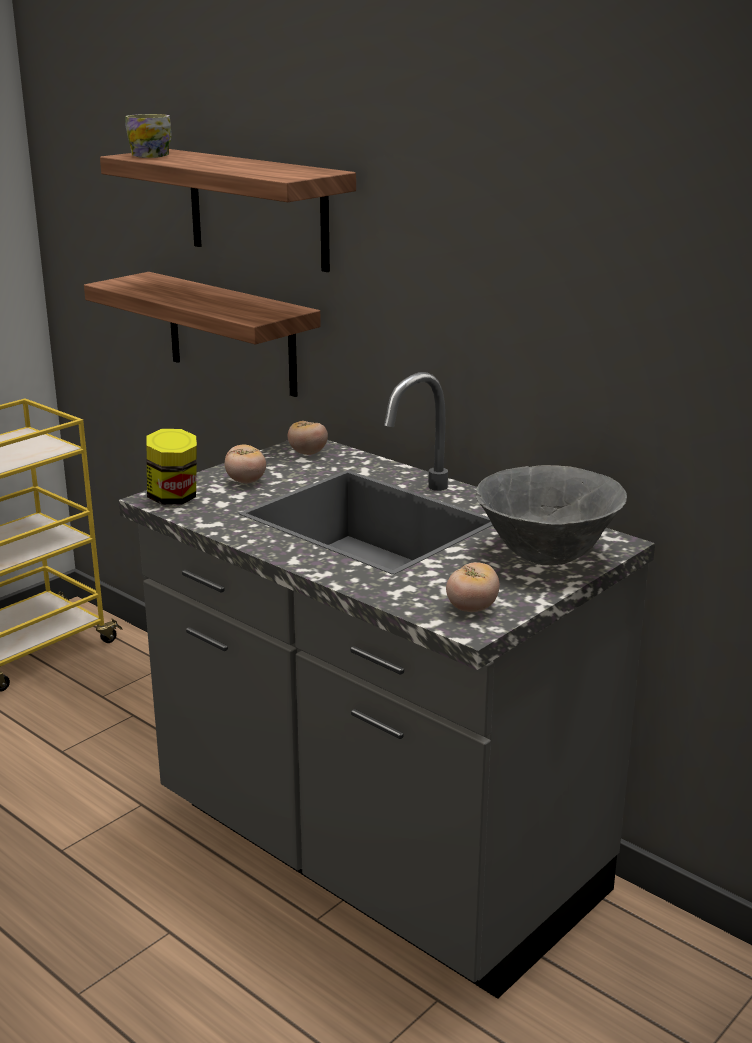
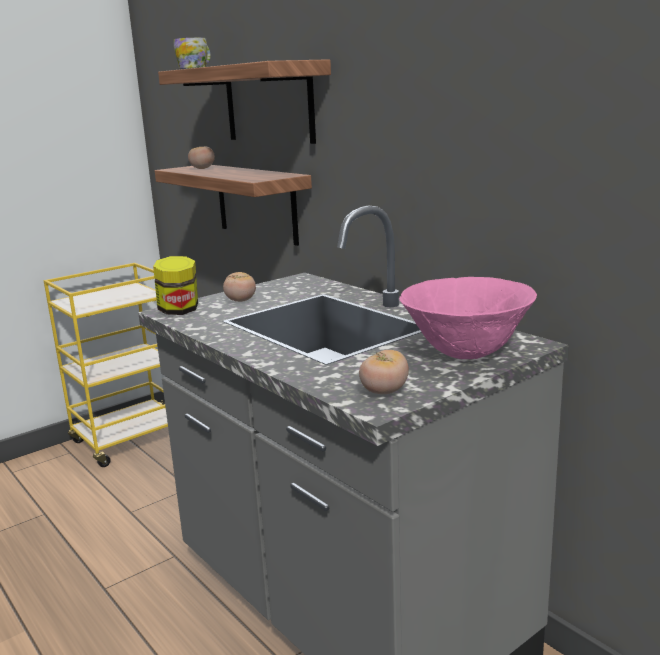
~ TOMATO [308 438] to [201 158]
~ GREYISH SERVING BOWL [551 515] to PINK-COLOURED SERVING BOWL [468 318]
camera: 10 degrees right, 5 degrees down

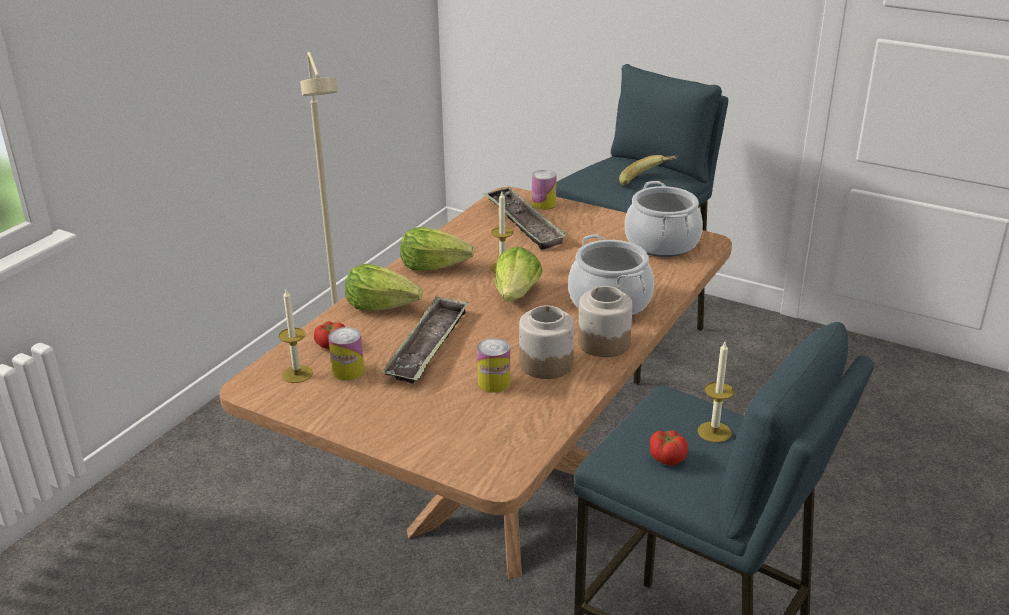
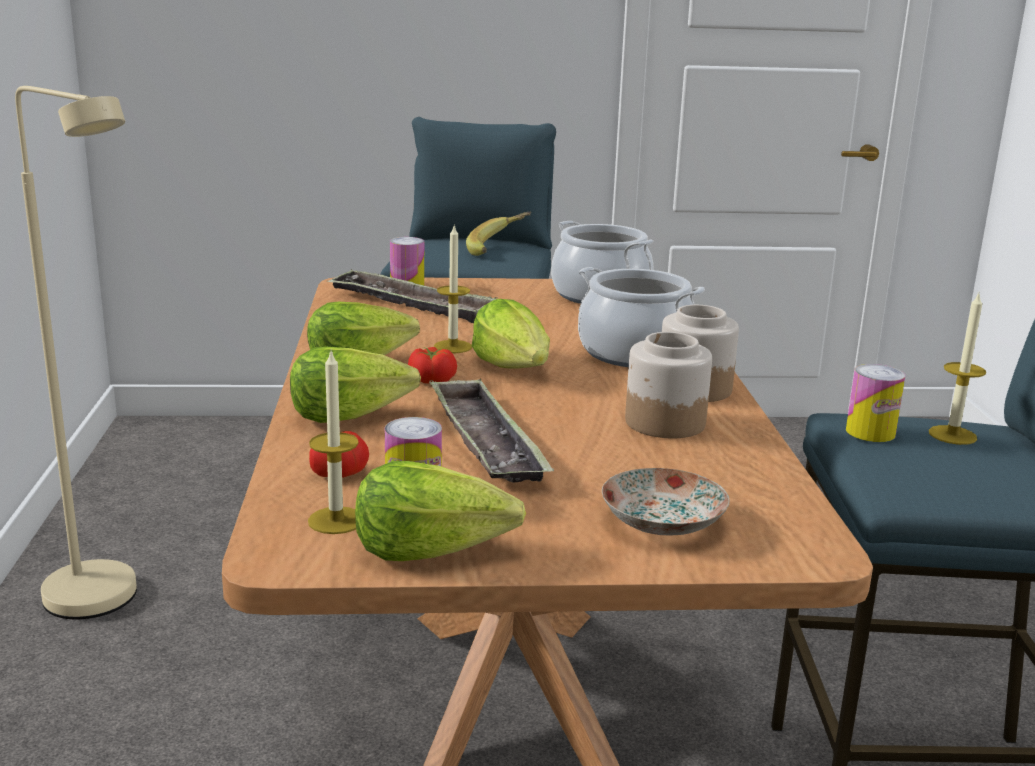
+ HEAD OF LETTUCE [440 511]
+ DINNER PLATE [666 501]
~ METAL CAN [493 365] to [875 403]
~ TOMATO [669 447] to [432 365]
camera: 35 degrees left, 10 degrees down

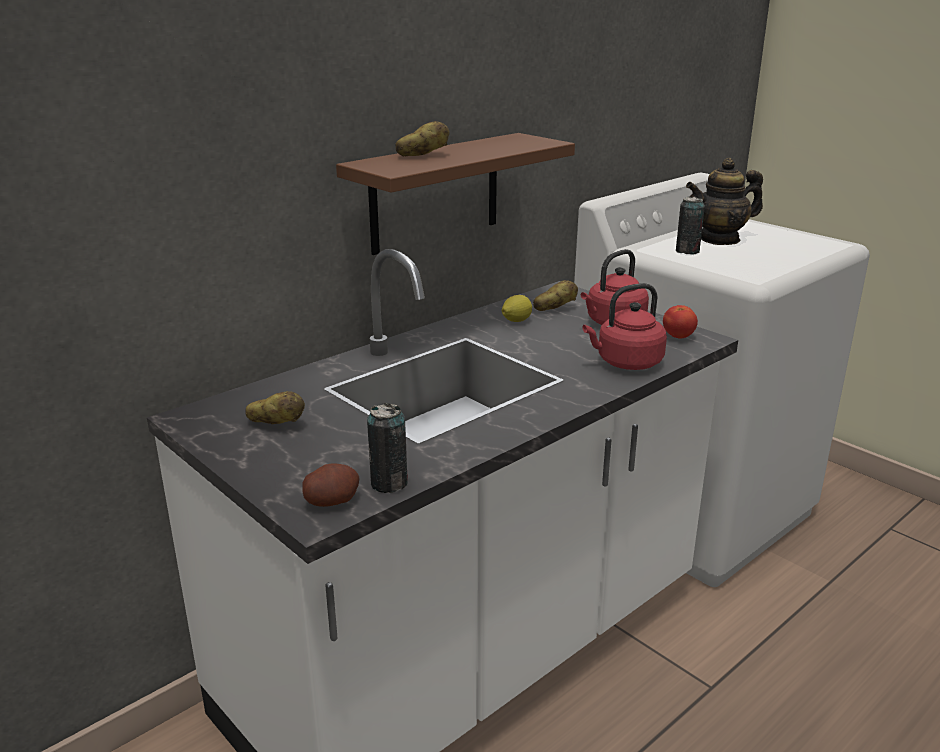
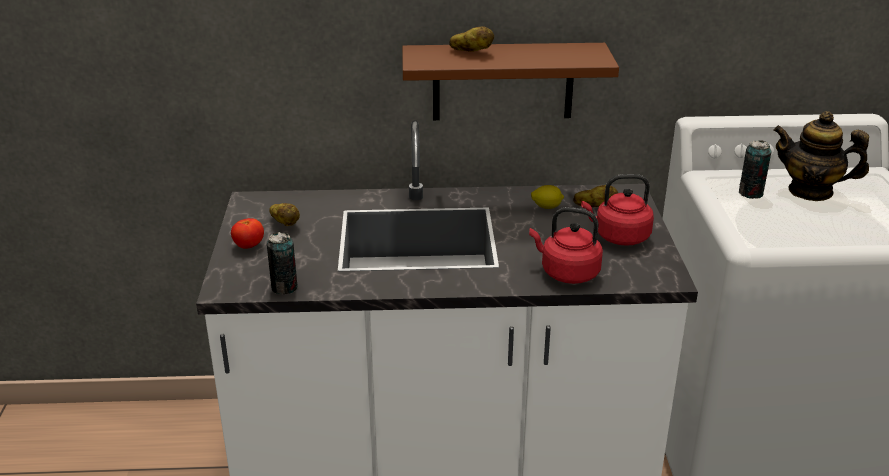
- POTATO [331 485]
~ TOMATO [680 322] to [247 233]
camera: 40 degrees right, 5 degrees up

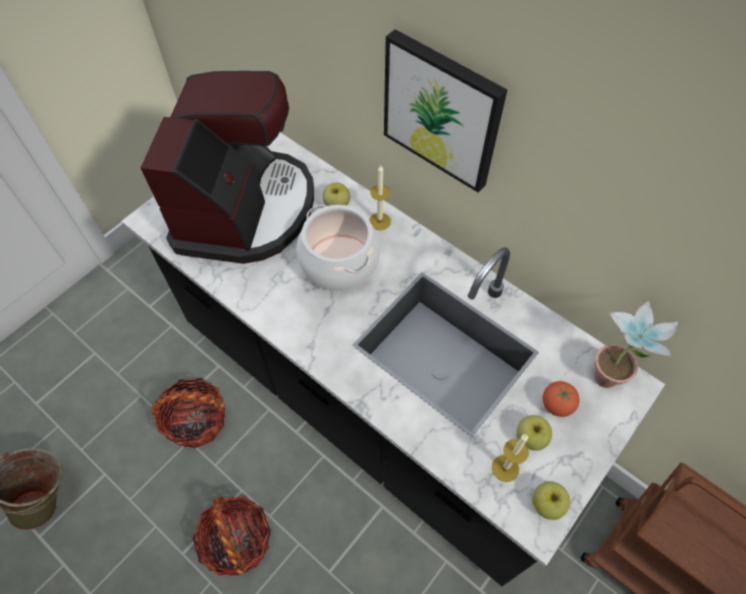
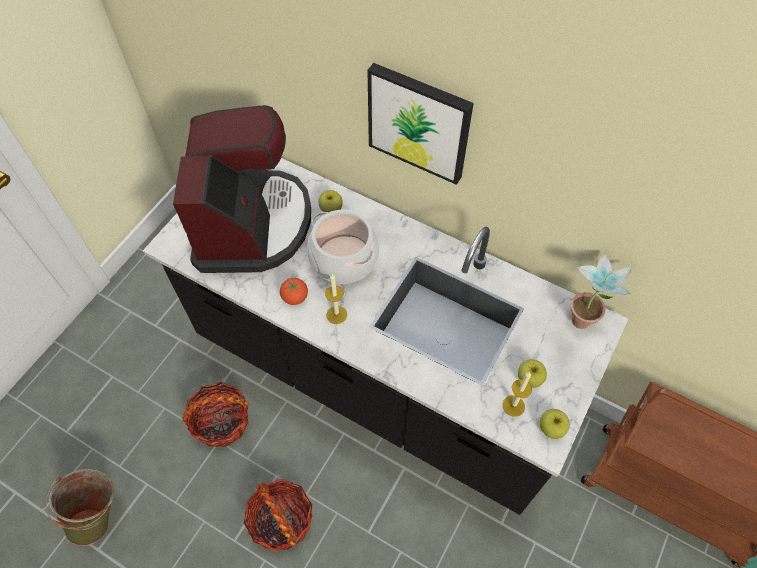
~ CANDLE [380 197] to [336 299]
~ TOMATO [561 399] to [294 291]
camera: 10 degrees left, 0 degrees up

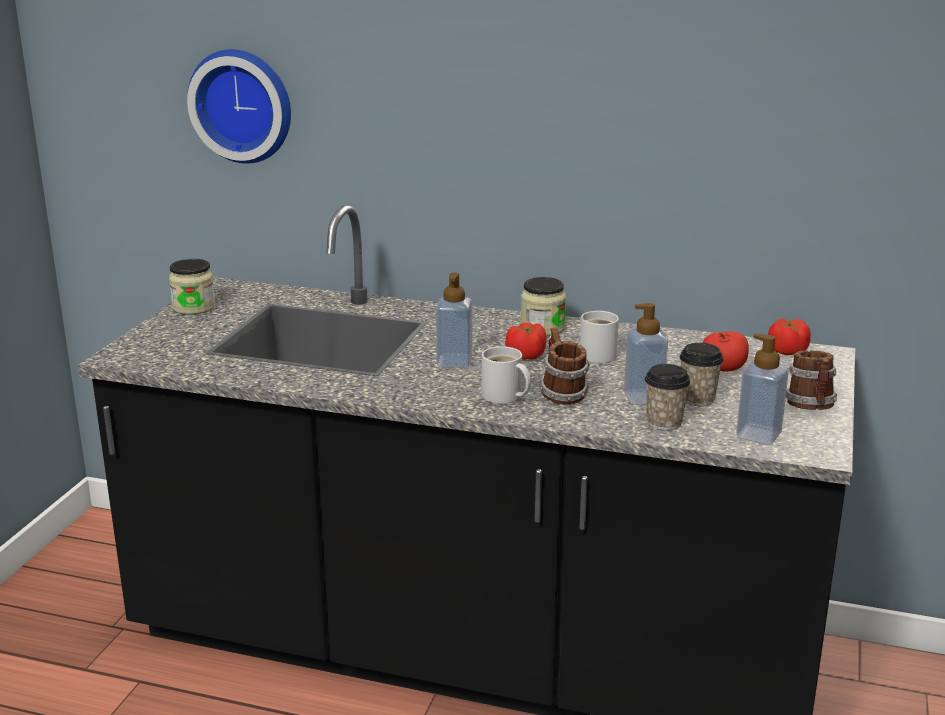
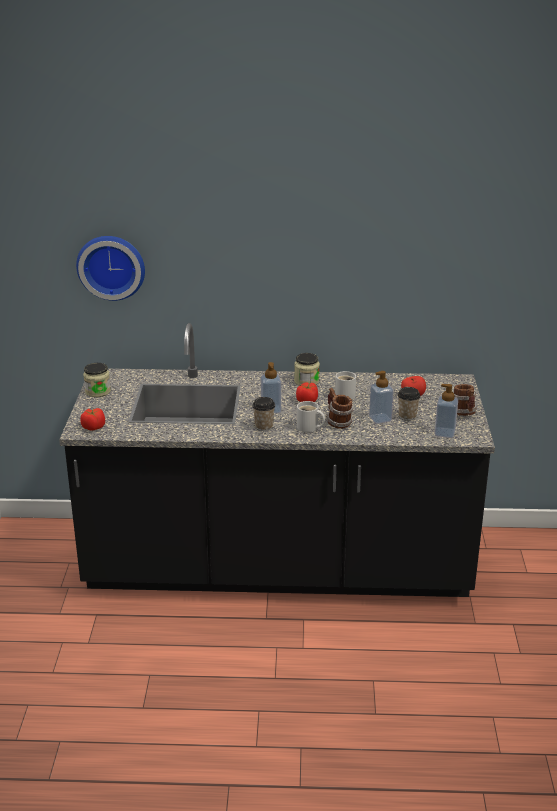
~ DRINKING CUP [667 397] to [263 414]
~ TOMATO [789 337] to [92 419]
camera: 15 degrees left, 5 degrees up

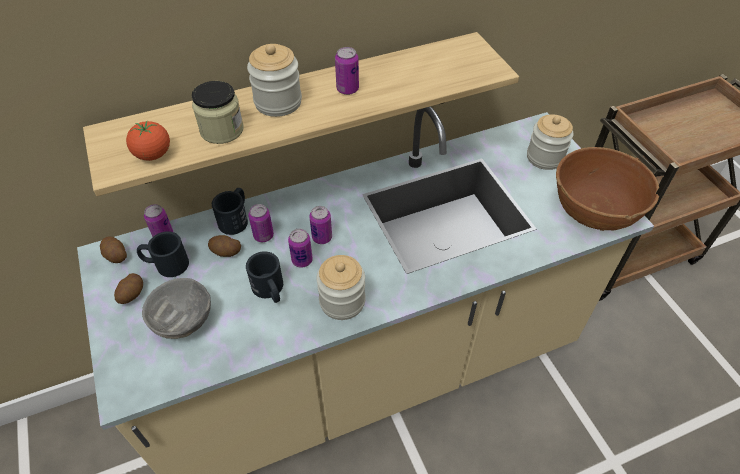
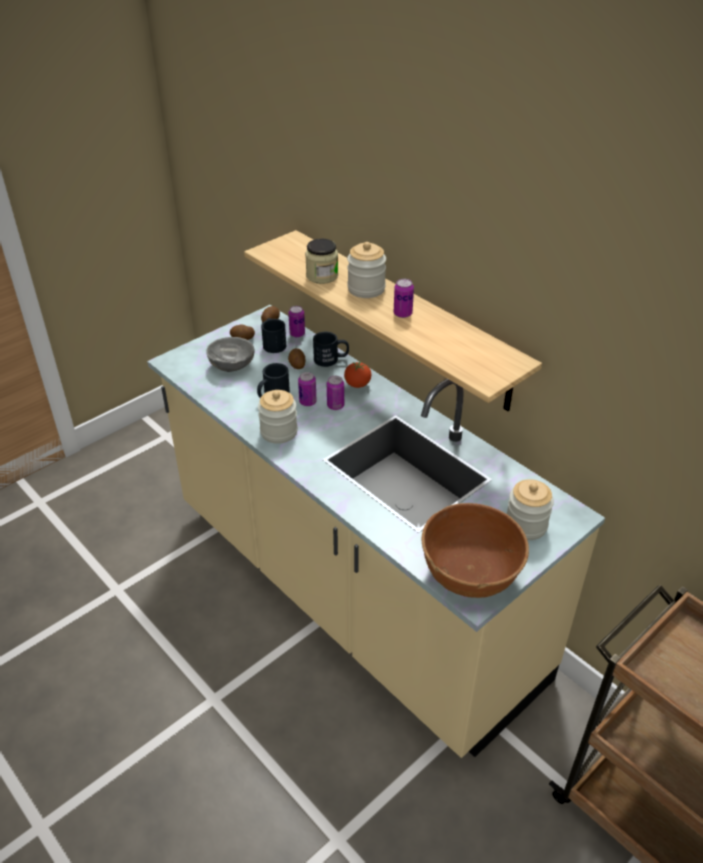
- METAL CAN [261 223]
~ TOMATO [148 141] to [357 375]
camera: 70 degrees right, 10 degrees down

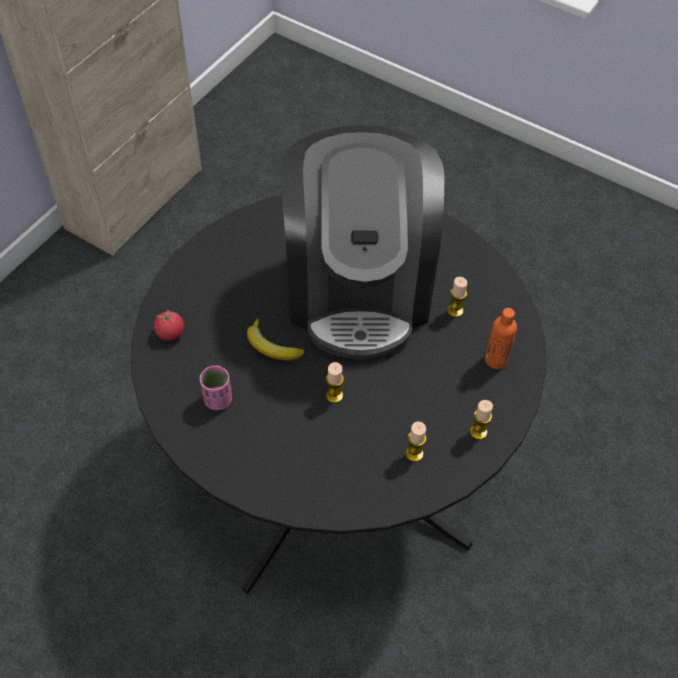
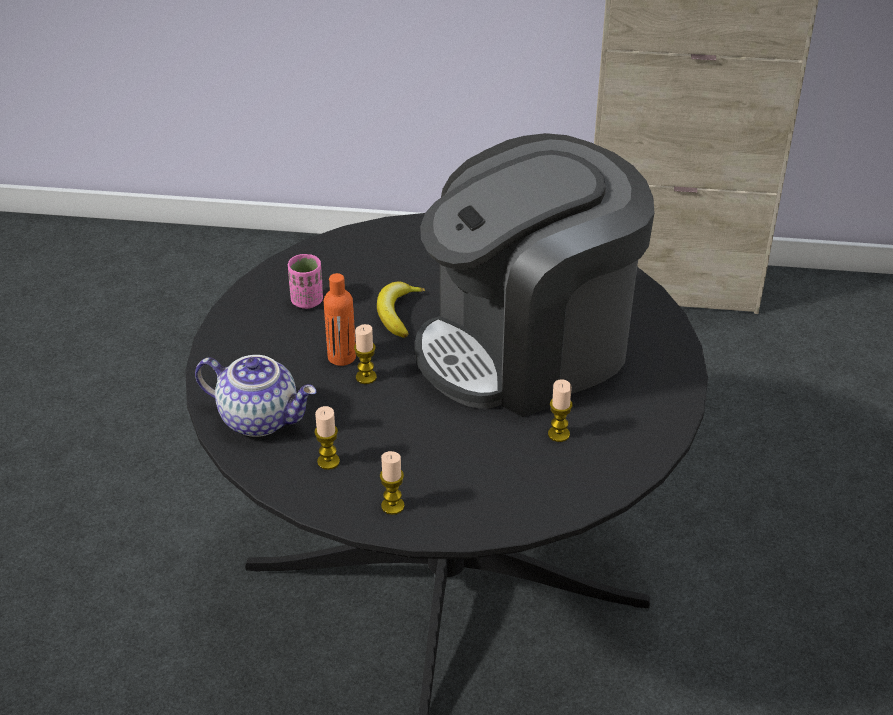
- TOMATO [169 325]
+ TEA POT [255 396]
~ ORANGE-COLOURED BEVERAGE BOTTLE [501 338] to [340 319]
camera: 65 degrees right, 15 degrees down

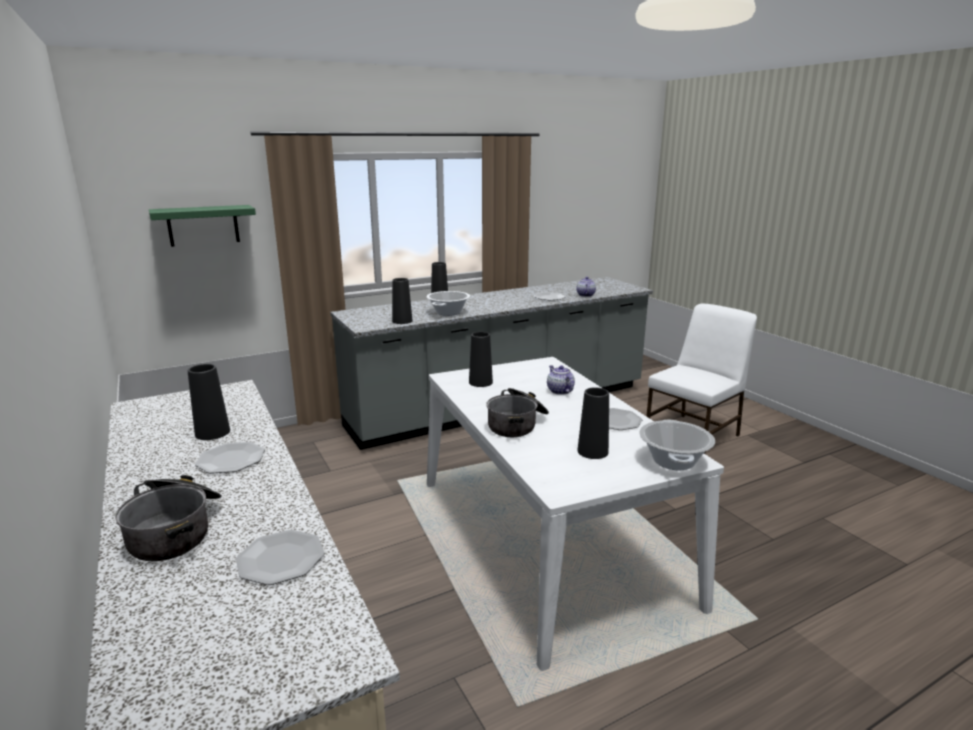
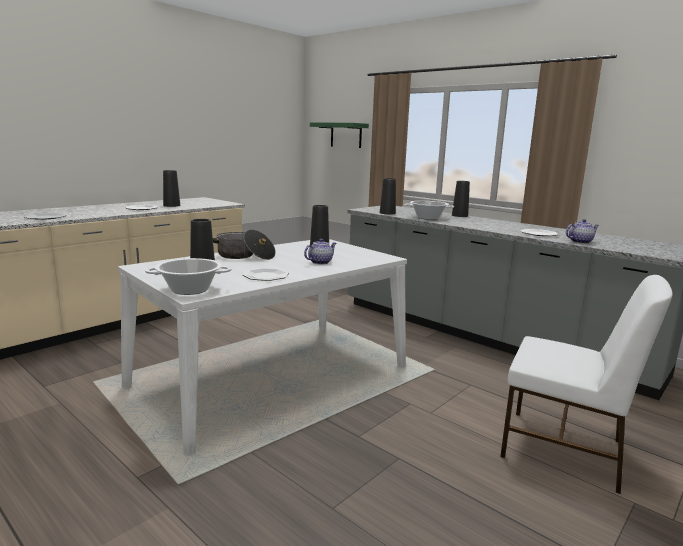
- SAUCEPOT [168 518]
camera: 70 degrees right, 5 degrees down

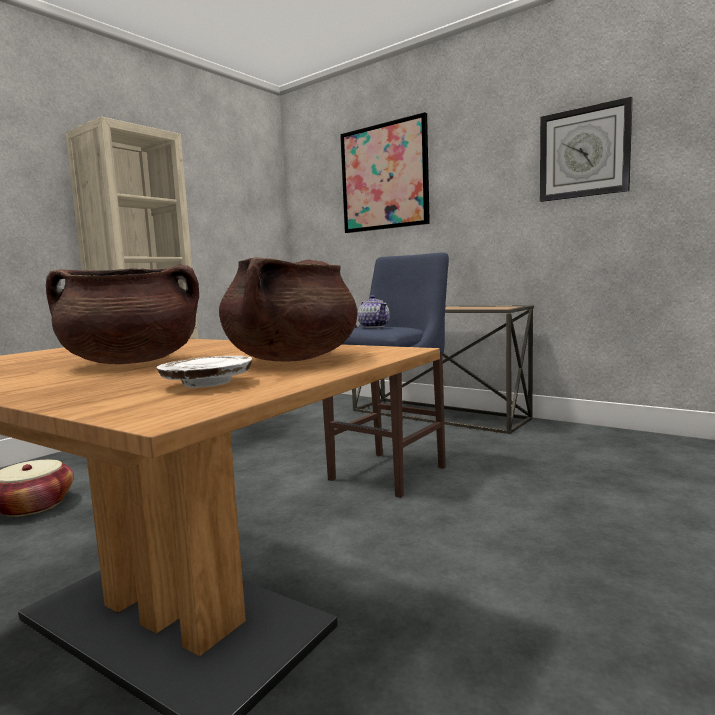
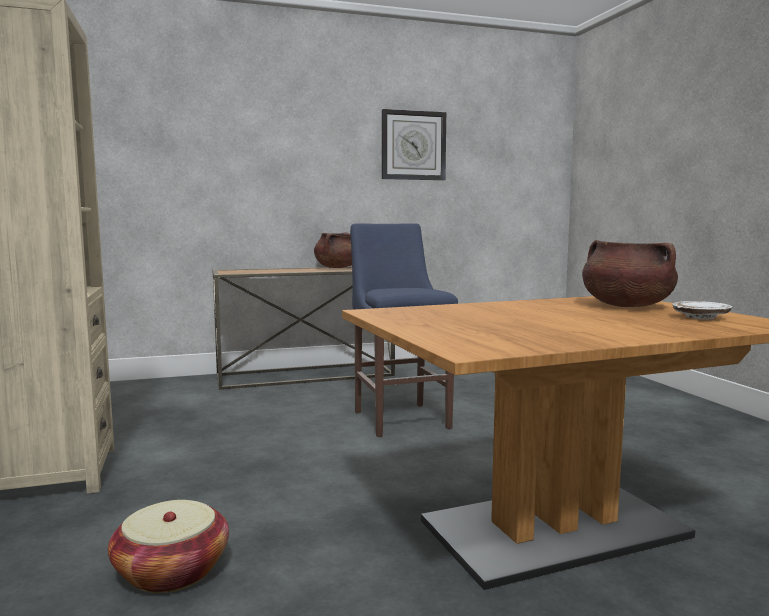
- WALL ART [385 172]
- TEA POT [373 311]
~ BROWN SAUCEPOT [122 314] to [333 250]
camera: 55 degrees left, 0 degrees up

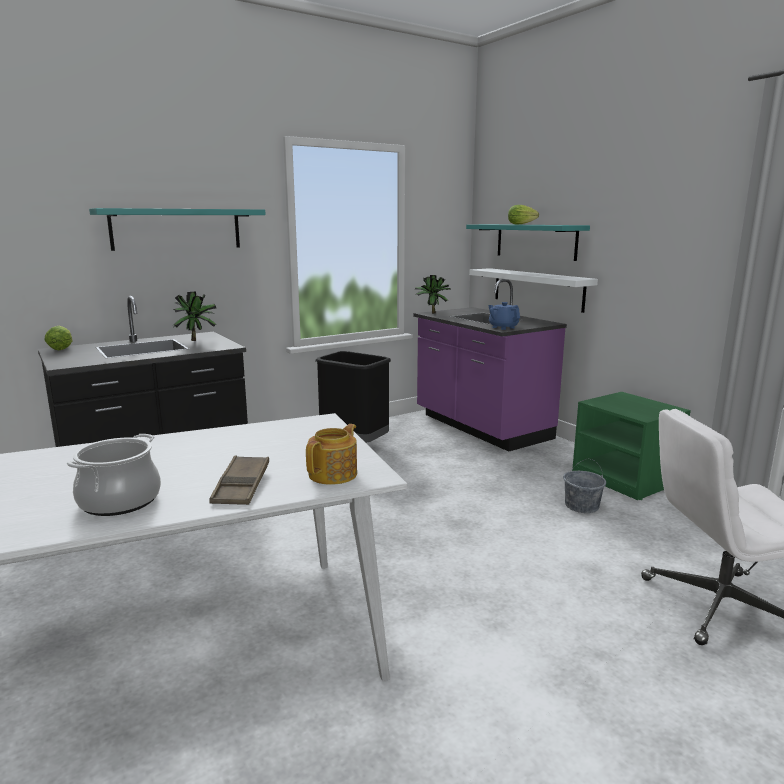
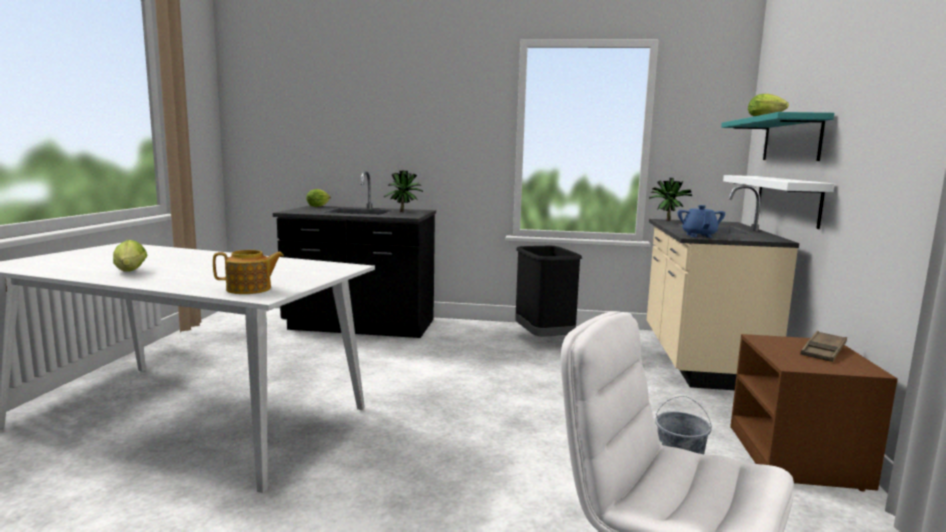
- TURQUOISE BRACKET SHELF [177 229]
~ BROWN SERVING TRAY [239 480] to [823 346]
~ SAUCEPOT [114 475] to HEAD OF LETTUCE [130 256]
~ PURPLE-COLOURED KITCHEN COUNTER [490 365] to SAND-COLOURED KITCHEN COUNTER [723 287]
~ GREEN-COLOURED NIGHT TABLE [631 446] to BROWN NIGHT TABLE [814 413]
camera: 40 degrees right, 5 degrees down

